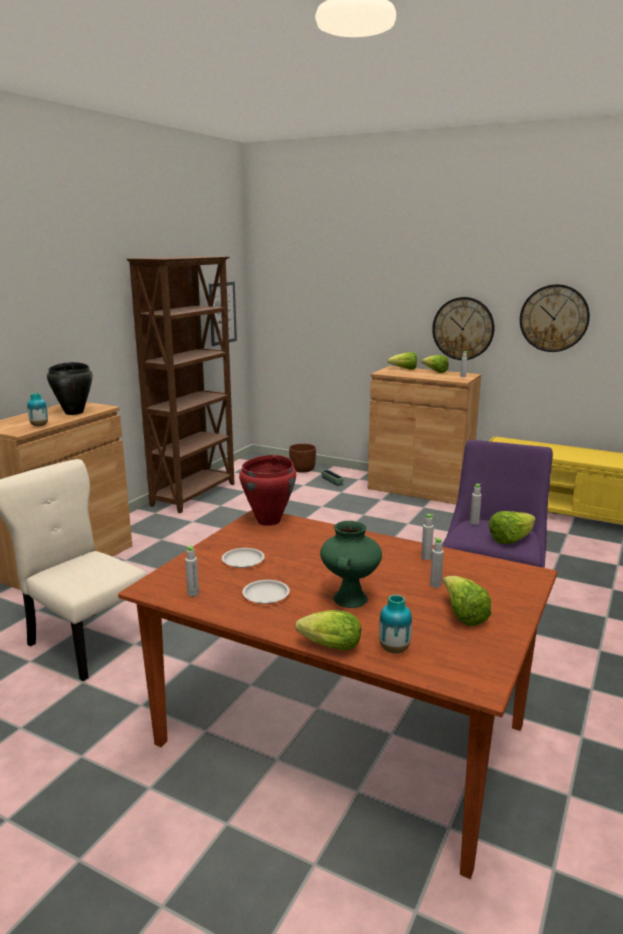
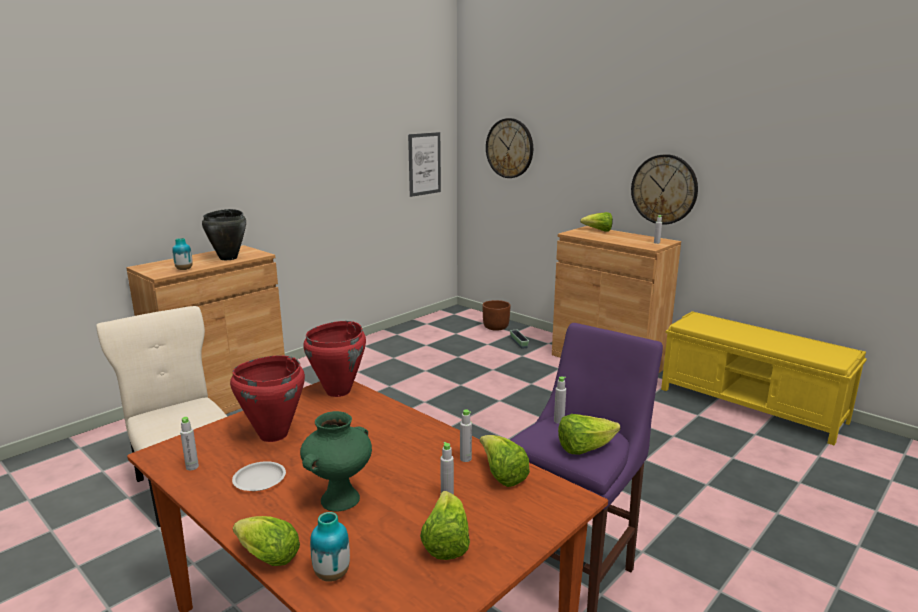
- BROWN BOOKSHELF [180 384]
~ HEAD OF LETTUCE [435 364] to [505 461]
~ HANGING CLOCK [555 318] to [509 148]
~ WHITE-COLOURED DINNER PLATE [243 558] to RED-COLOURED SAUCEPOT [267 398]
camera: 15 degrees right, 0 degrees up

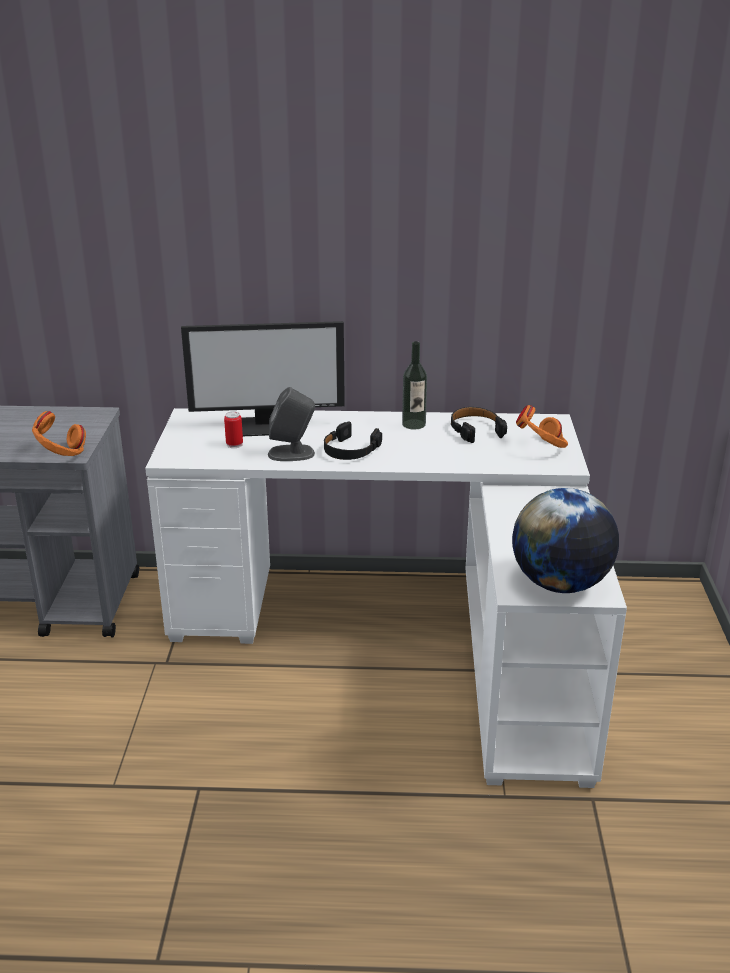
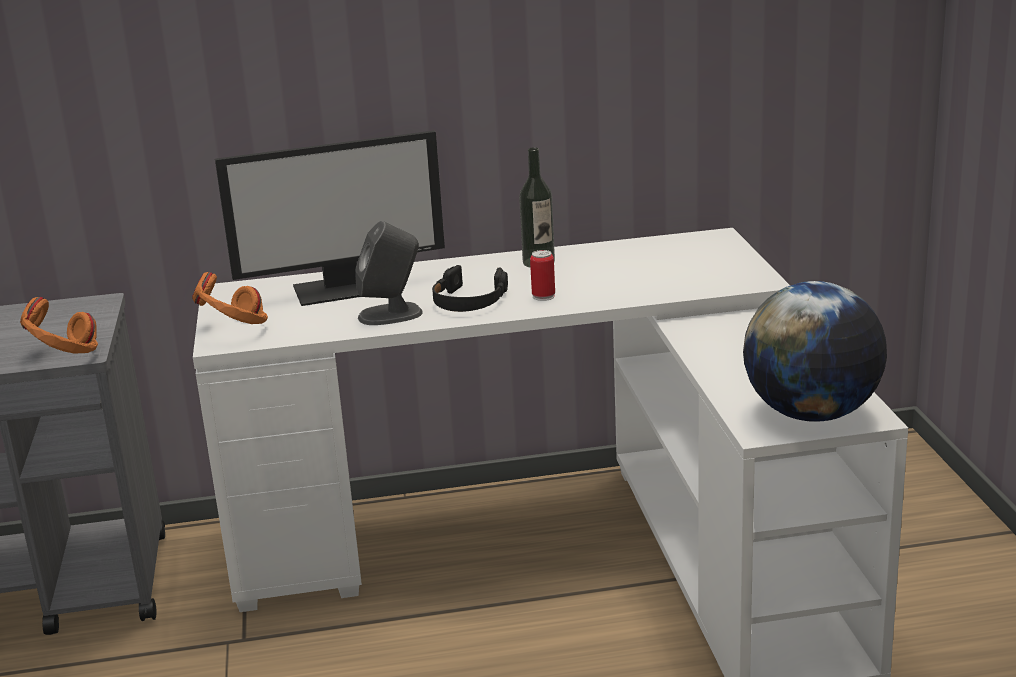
- BLACK-COLOURED PAIR OF HEADPHONES [479 425]
~ METAL CAN [233 429] to [542 275]
~ ORANGE-COLOURED PAIR OF HEADPHONES [542 426] to [230 298]
camera: 10 degrees left, 5 degrees down

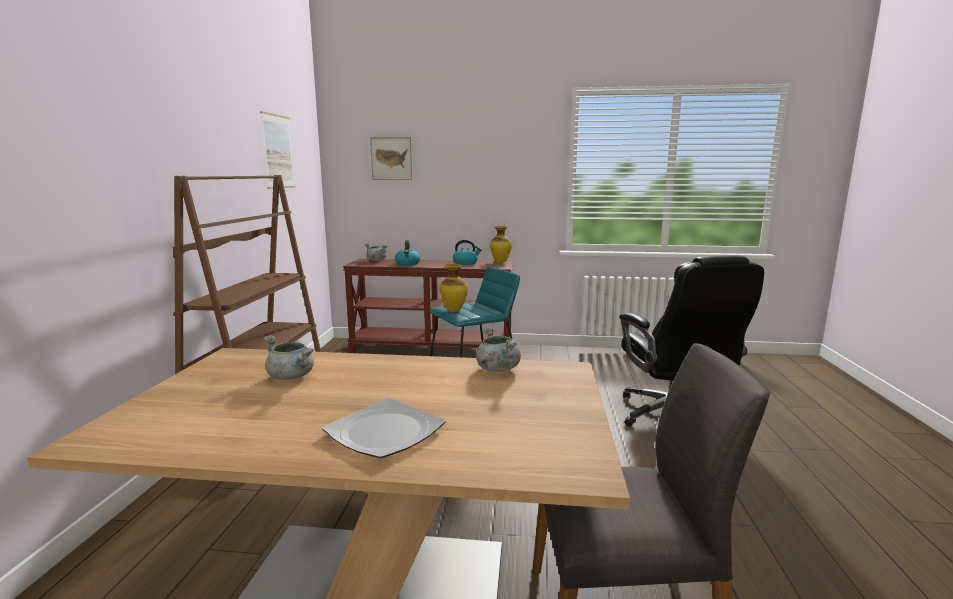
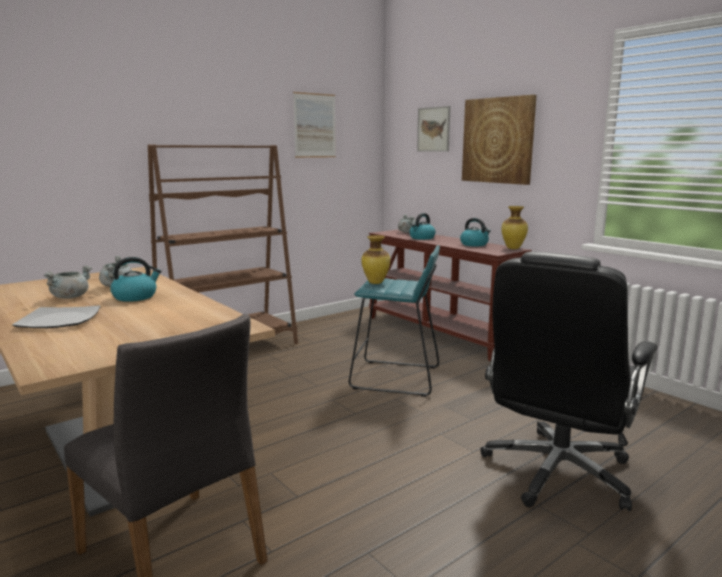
+ WATER KETTLE [135 279]
+ WALL ART [499 140]
~ GREYISH SAUCEPOT [498 349] to [68 282]
camera: 45 degrees right, 0 degrees up

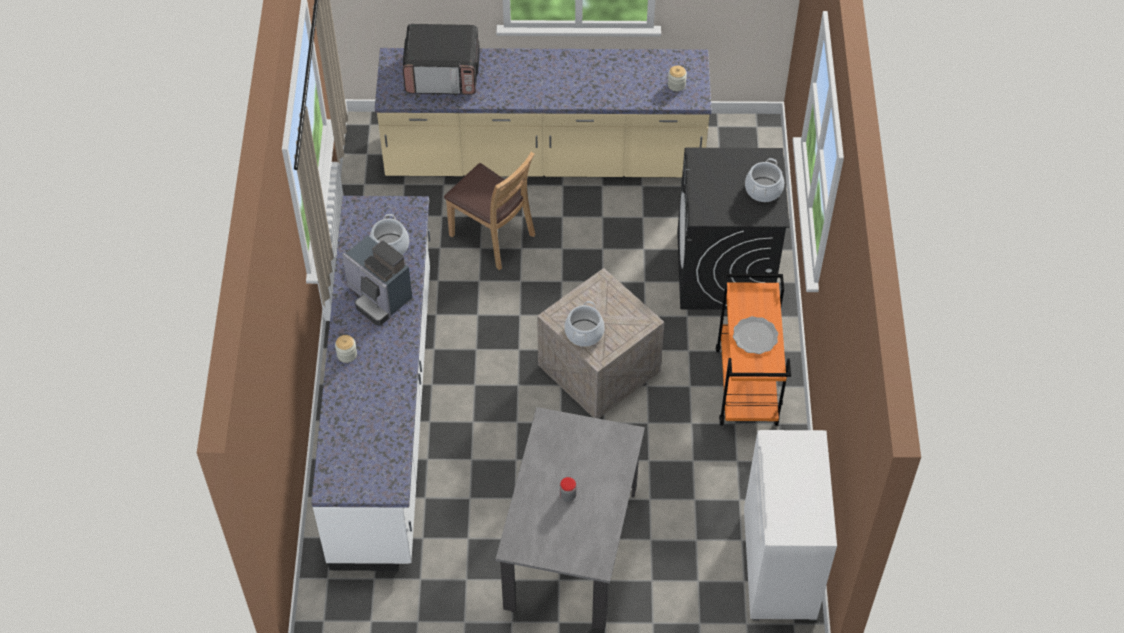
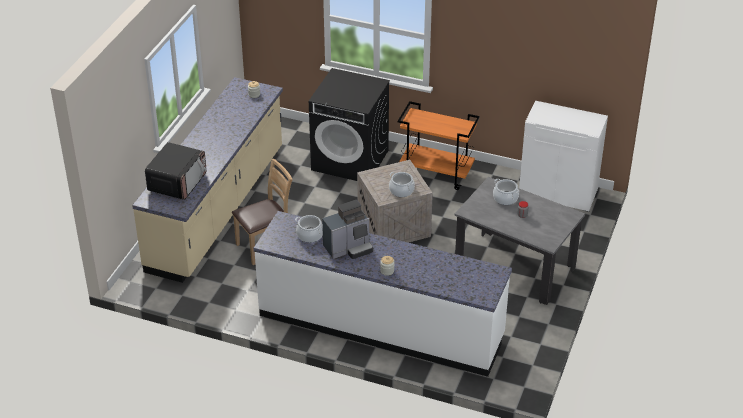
- DINNER PLATE [755 335]
~ SAUCEPOT [764 180] to [506 192]
camera: 70 degrees left, 15 degrees down

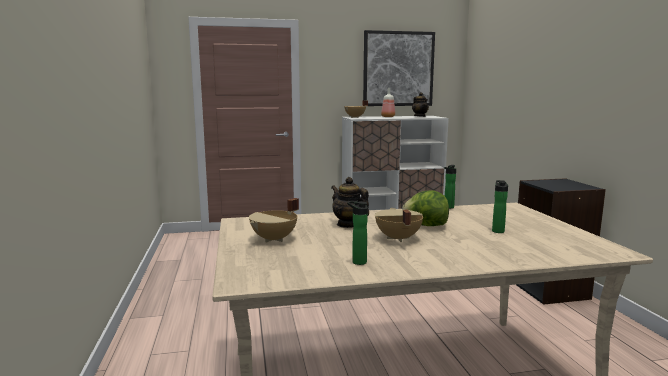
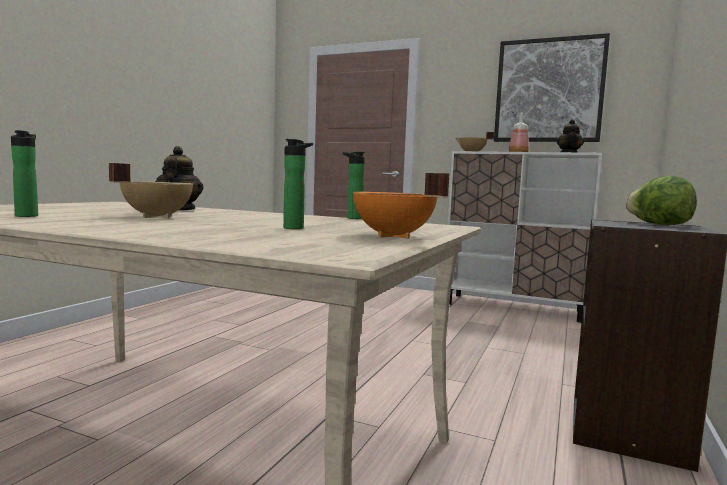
- SAND-COLOURED SAUCEPOT [274 220]
+ ORANGE-COLOURED SAUCEPOT [401 206]
~ HEAD OF LETTUCE [425 208] to [661 200]
camera: 35 degrees right, 5 degrees down

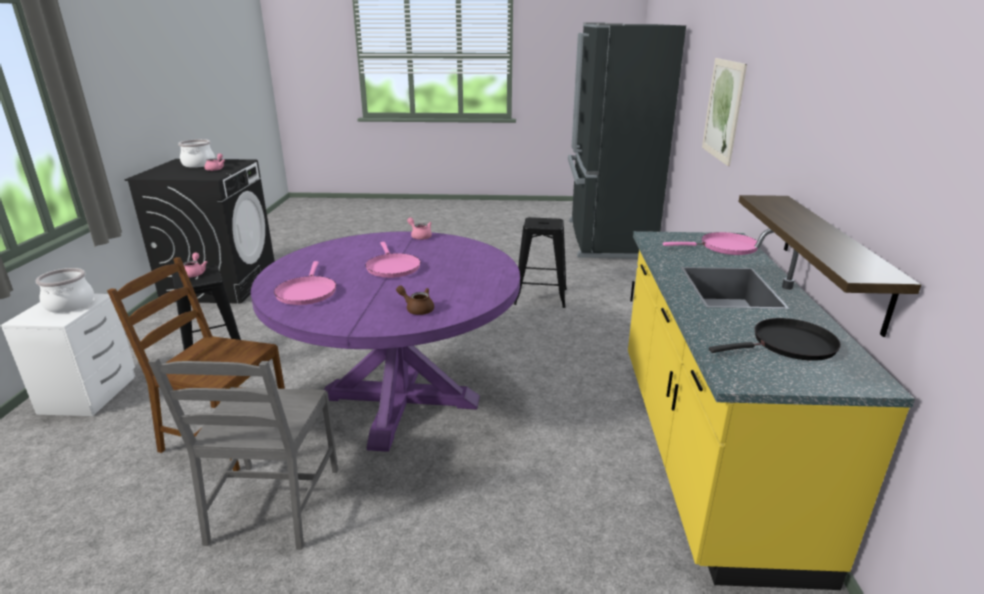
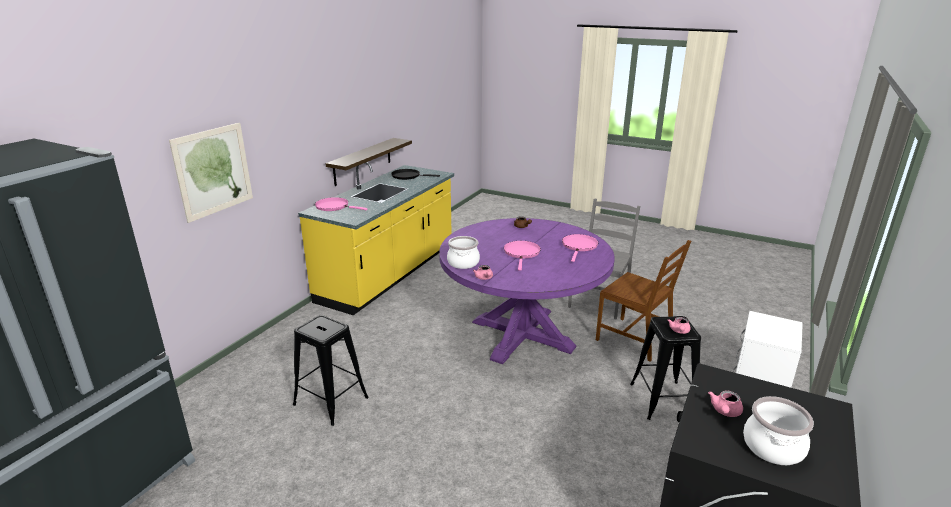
~ SAUCEPOT [65 290] to [463 252]
camera: 155 degrees left, 0 degrees up

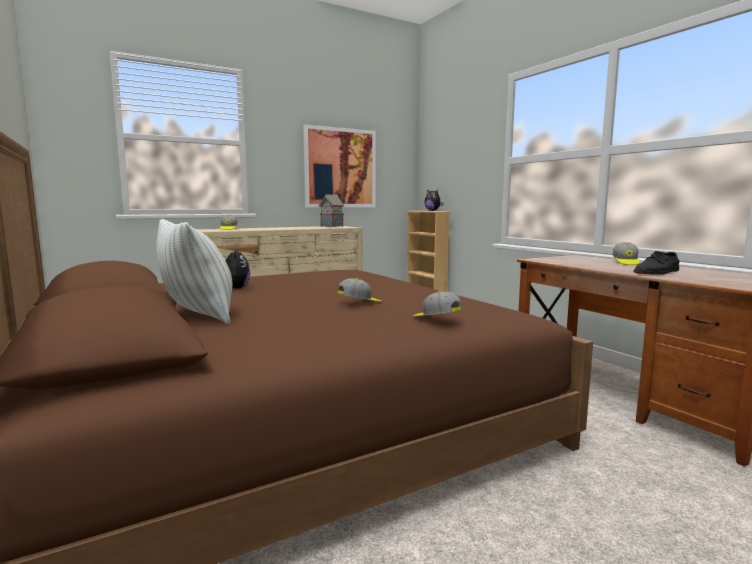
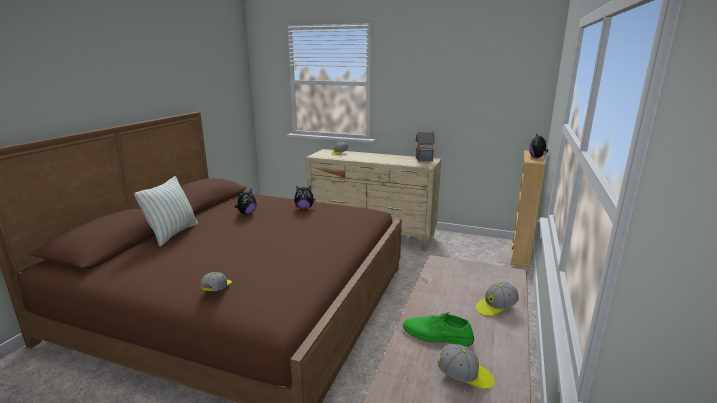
- WALL ART [339 166]
+ PLUSH TOY [305 197]
~ CAP [359 290] to [466 366]
~ BLACK-COLOURED ITEM OF FOOTWEAR [656 263] to GREEN-COLOURED ITEM OF FOOTWEAR [438 329]
camera: 50 degrees right, 10 degrees up

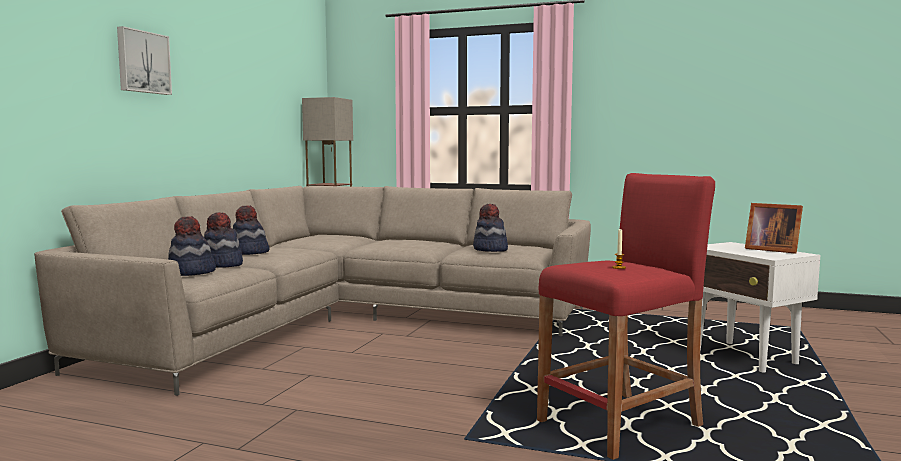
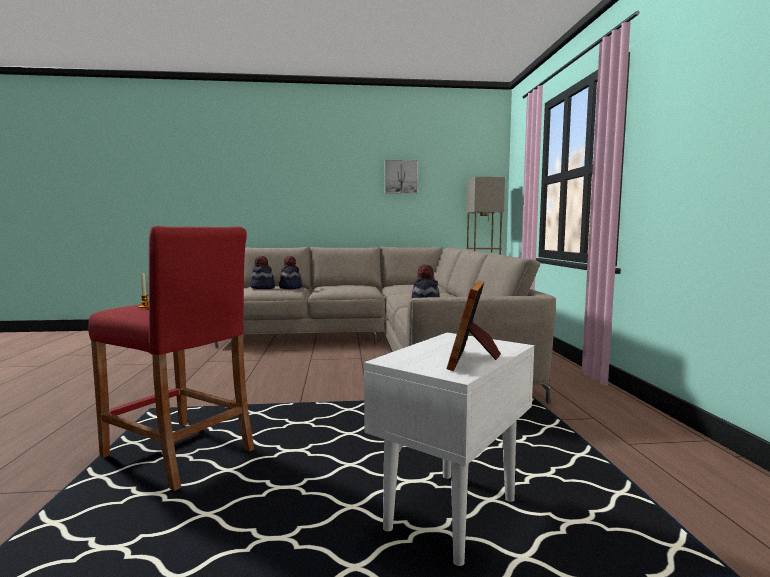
- CLOTHING HAT [251 230]
~ WALL ART [144 60] to [401 176]
camera: 65 degrees right, 0 degrees up

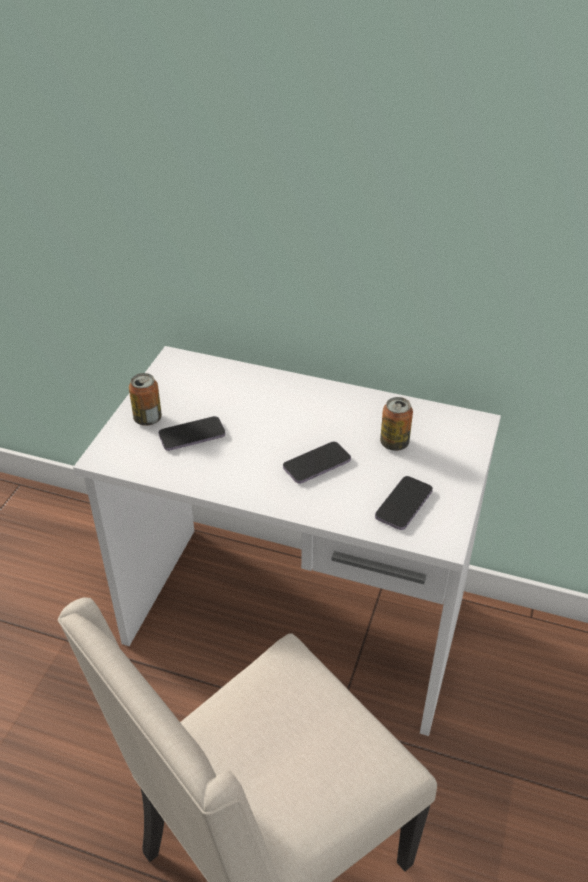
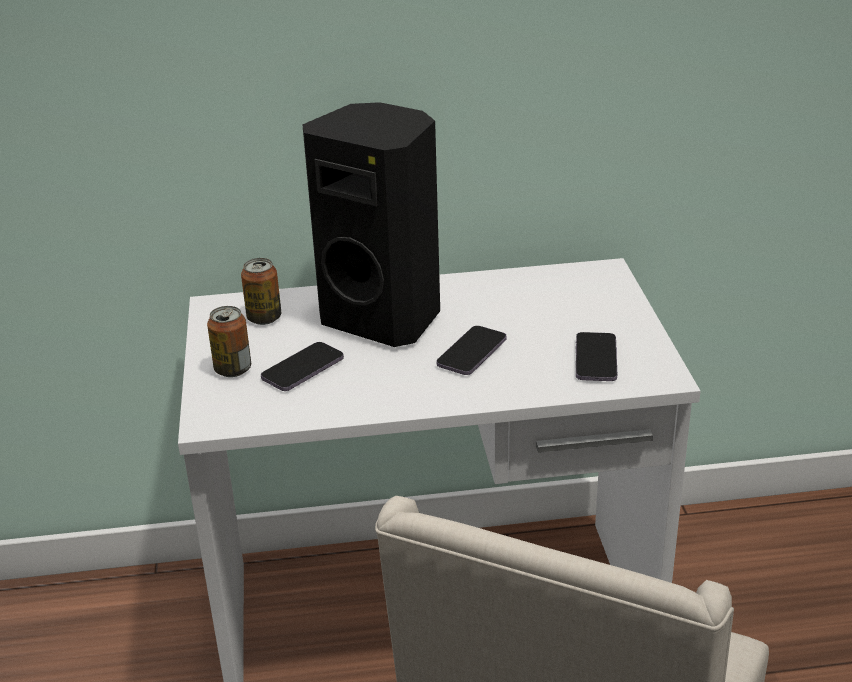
+ BLACK-COLOURED SPEAKER [371 224]
~ METAL CAN [396 424] to [261 291]
camera: 25 degrees left, 10 degrees down

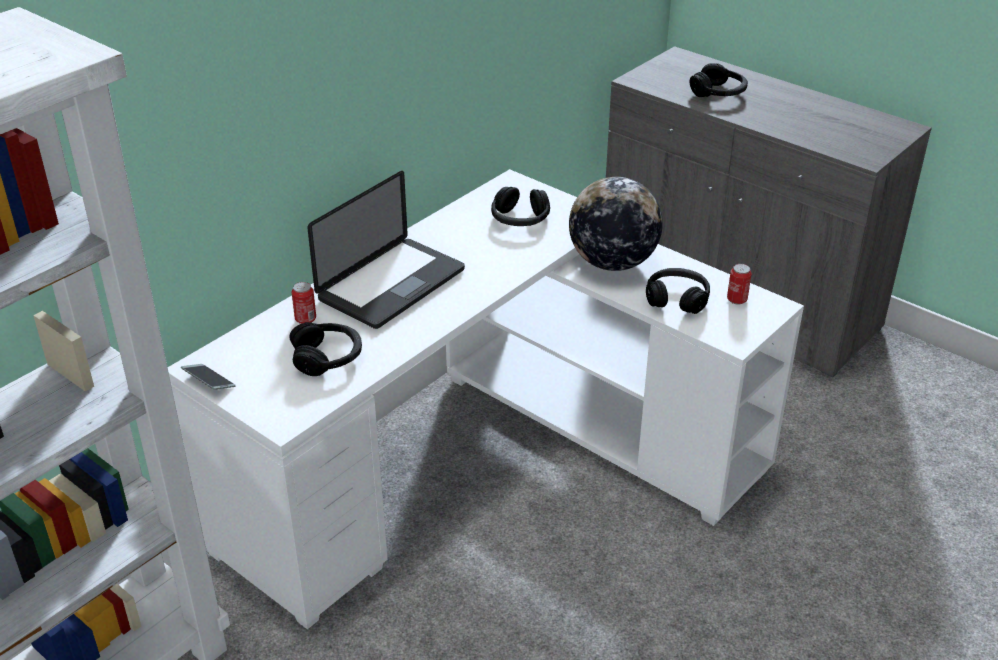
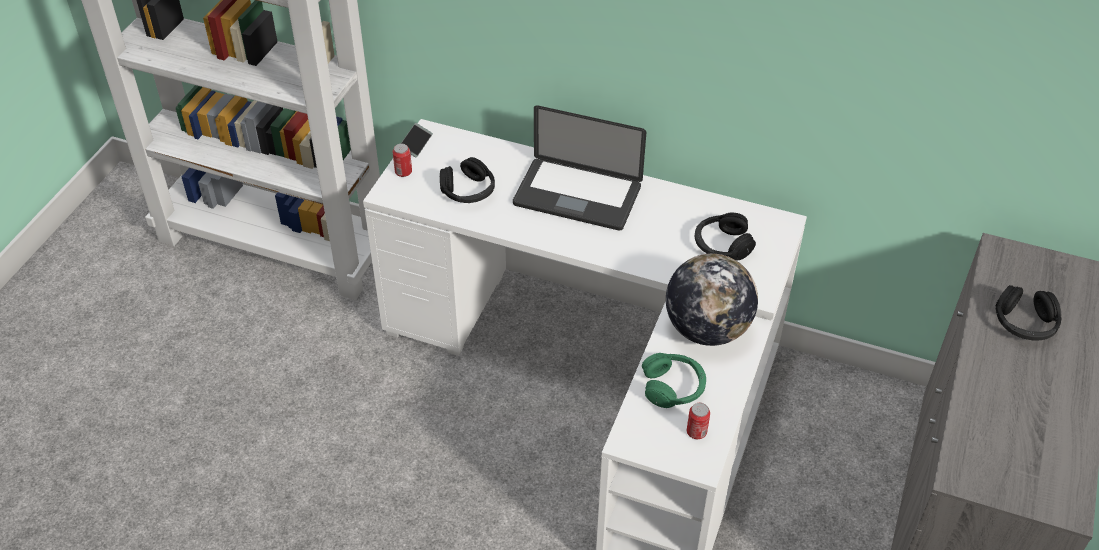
~ METAL CAN [304 303] to [402 160]
~ BLACK-COLOURED PAIR OF HEADPHONES [678 291] to GREEN-COLOURED PAIR OF HEADPHONES [674 380]
camera: 70 degrees right, 10 degrees up

